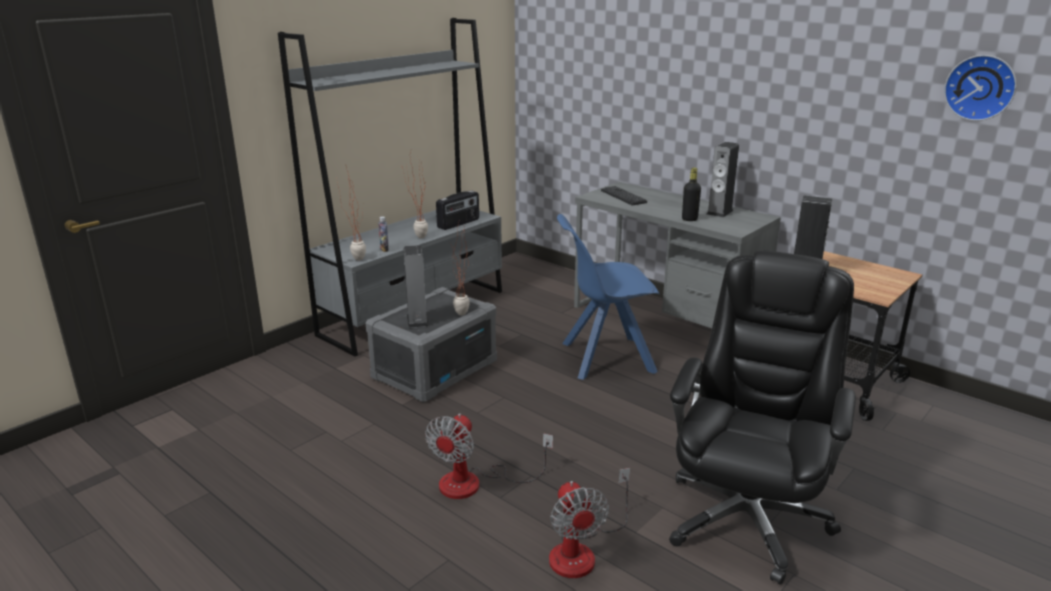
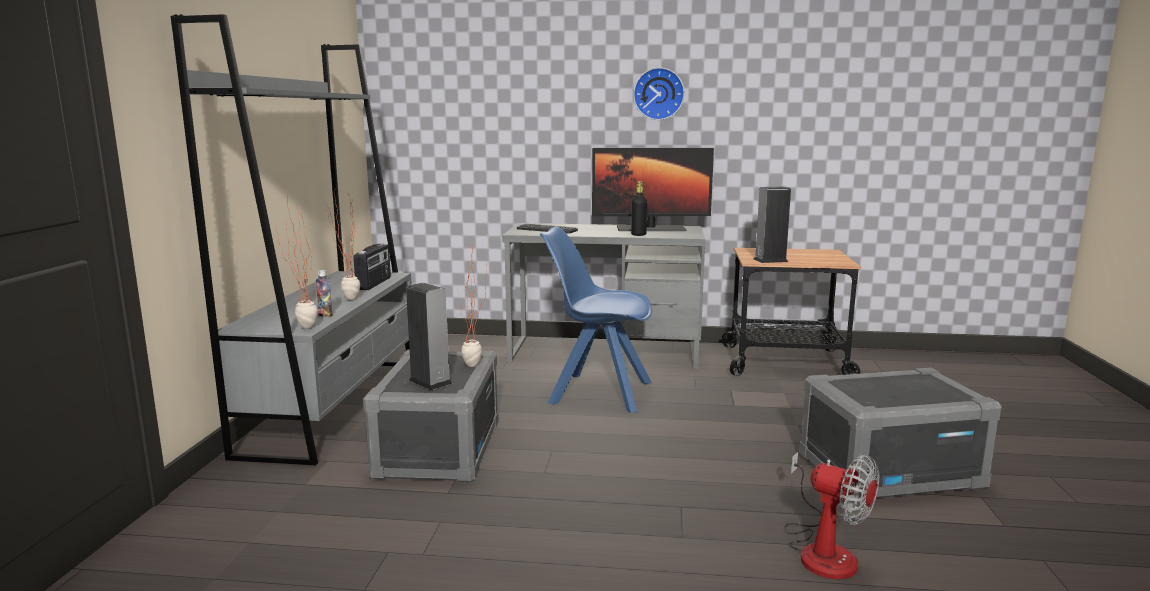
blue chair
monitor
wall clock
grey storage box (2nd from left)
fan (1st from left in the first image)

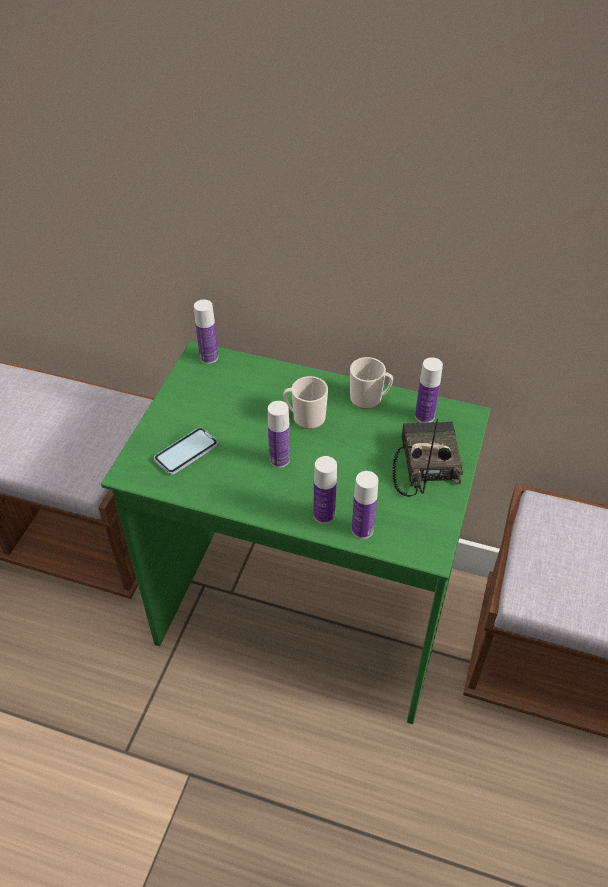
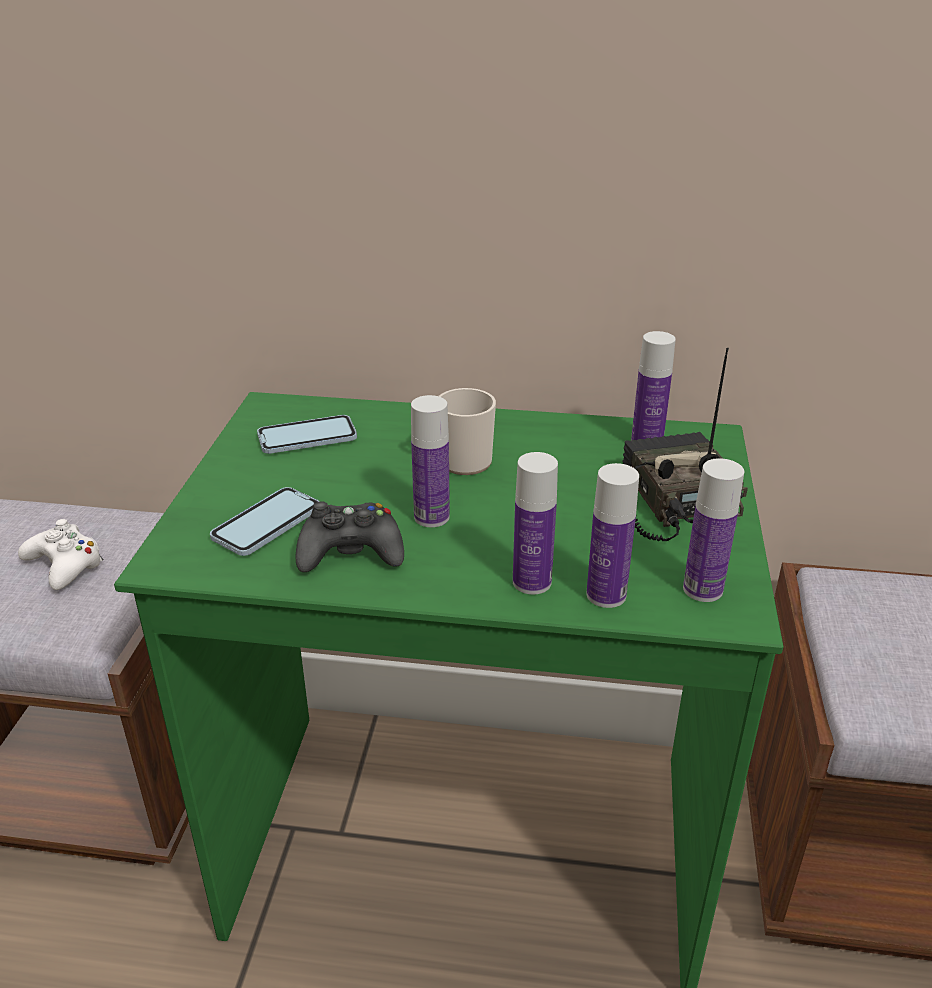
white game controller
phone (2nd from left)
black game controller
bottle (5th from left)
mug (2nd from left in the first image)

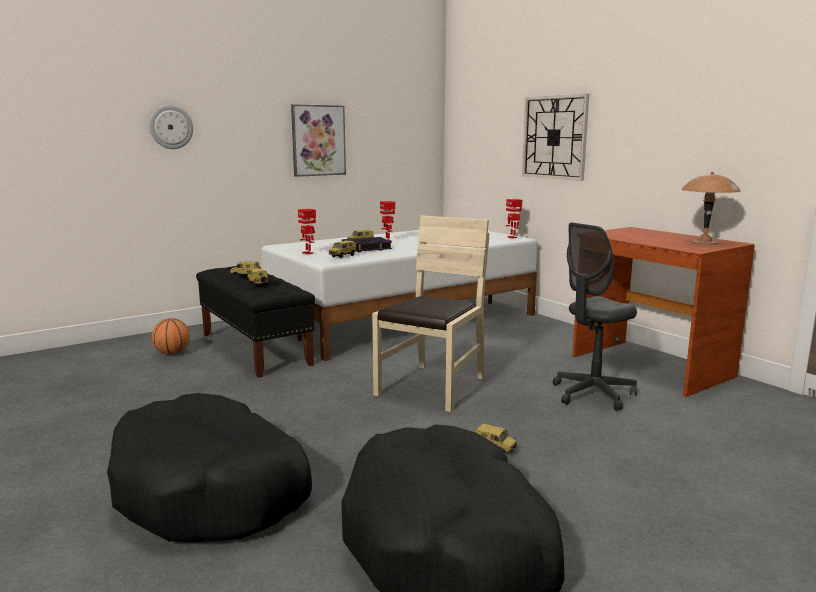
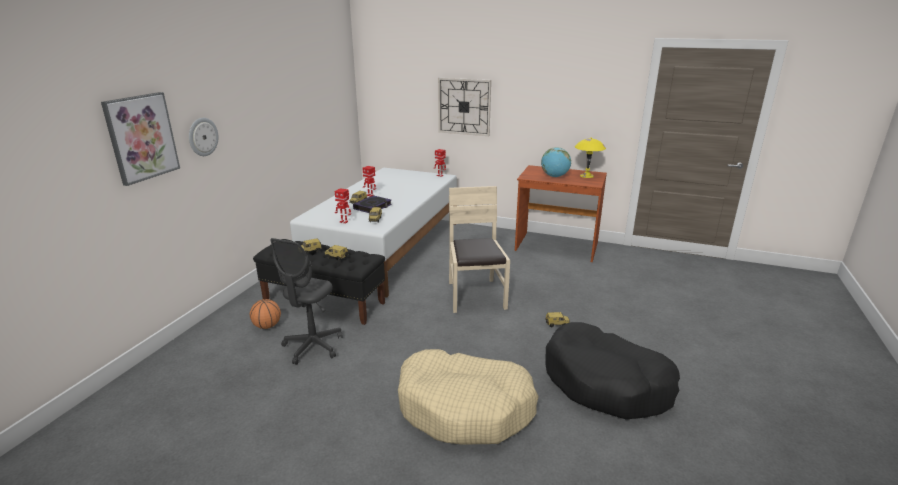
picture
grey office chair
beige dog bed
globe
yellow table lamp

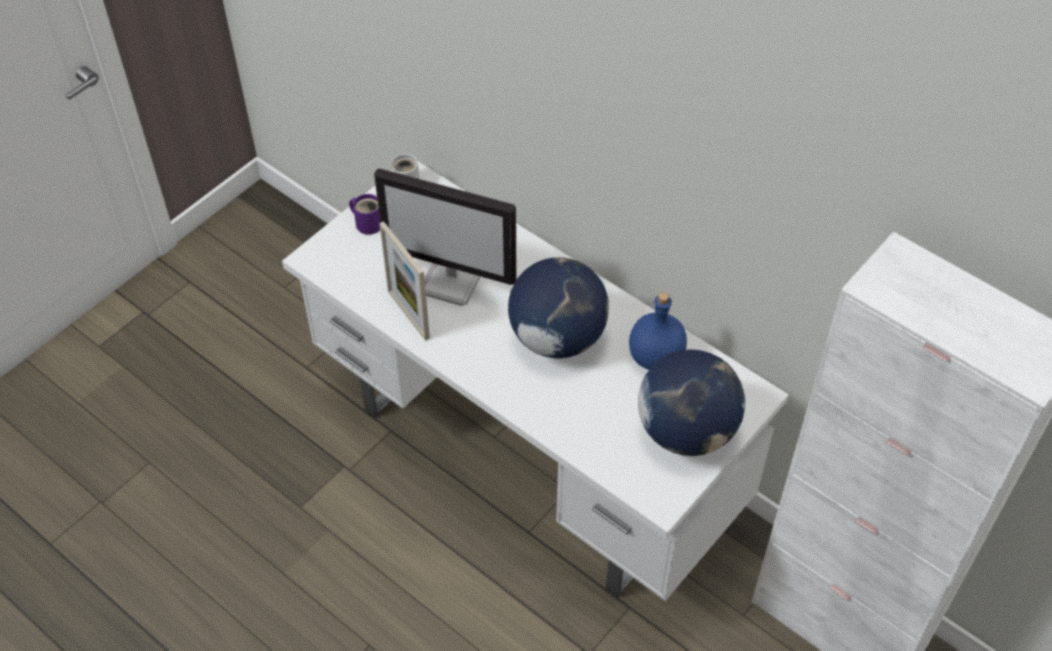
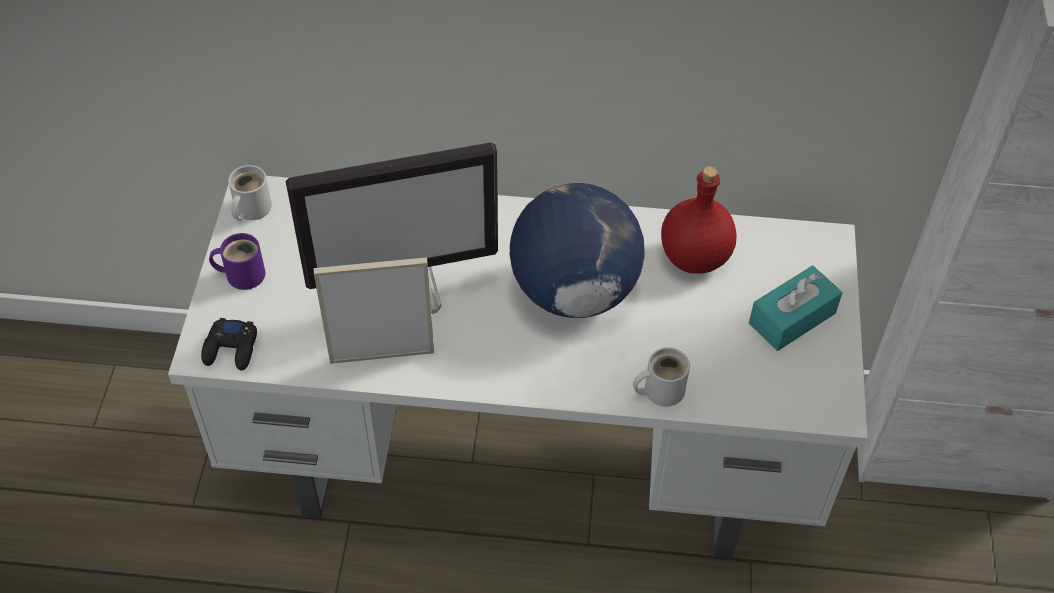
black game controller
picture frame
white mug (2nd from left)
red bottle
turquoise tissue box

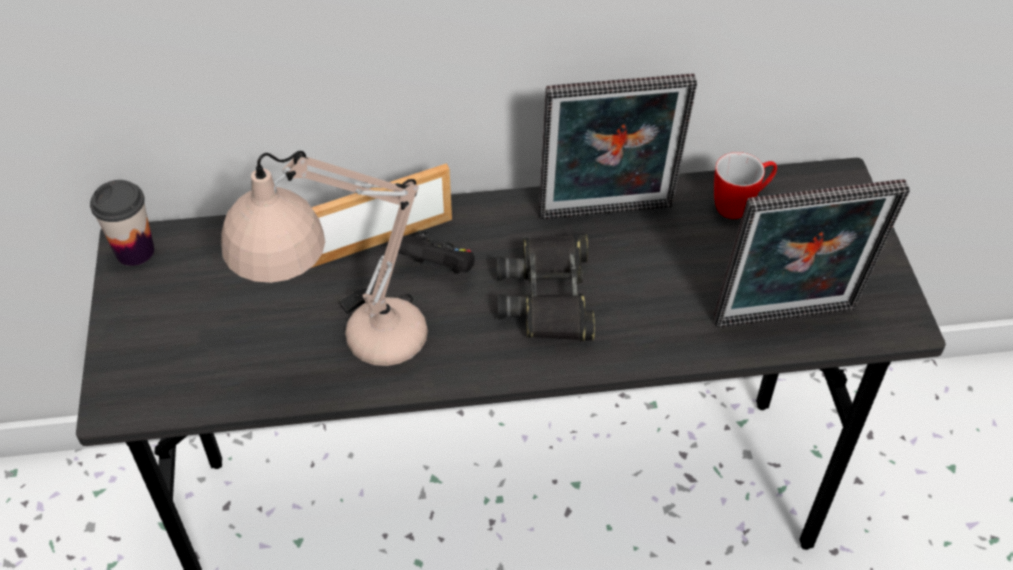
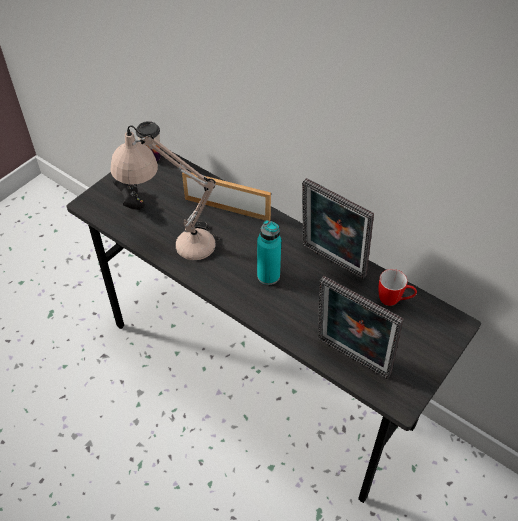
black game controller
turquoise bottle

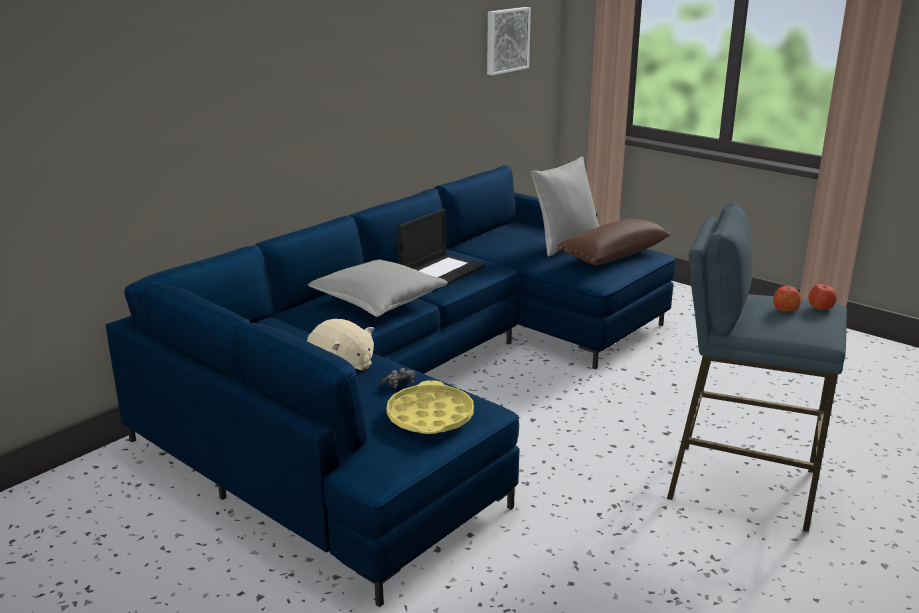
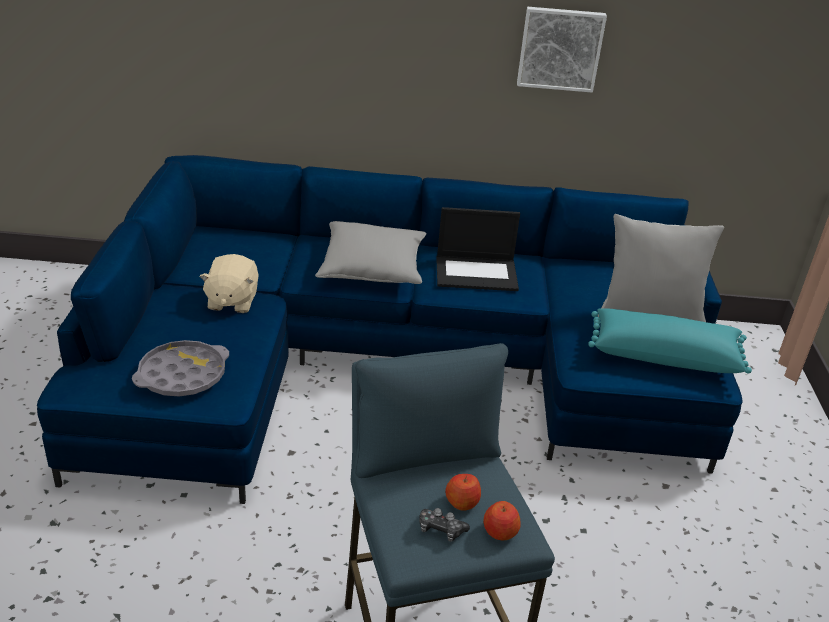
grey tray
game controller
picture
turquoise pillow

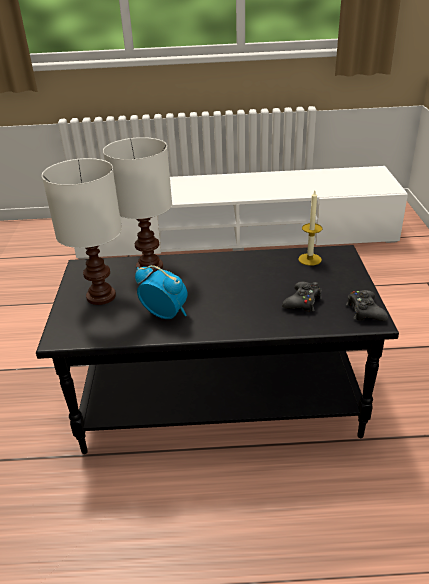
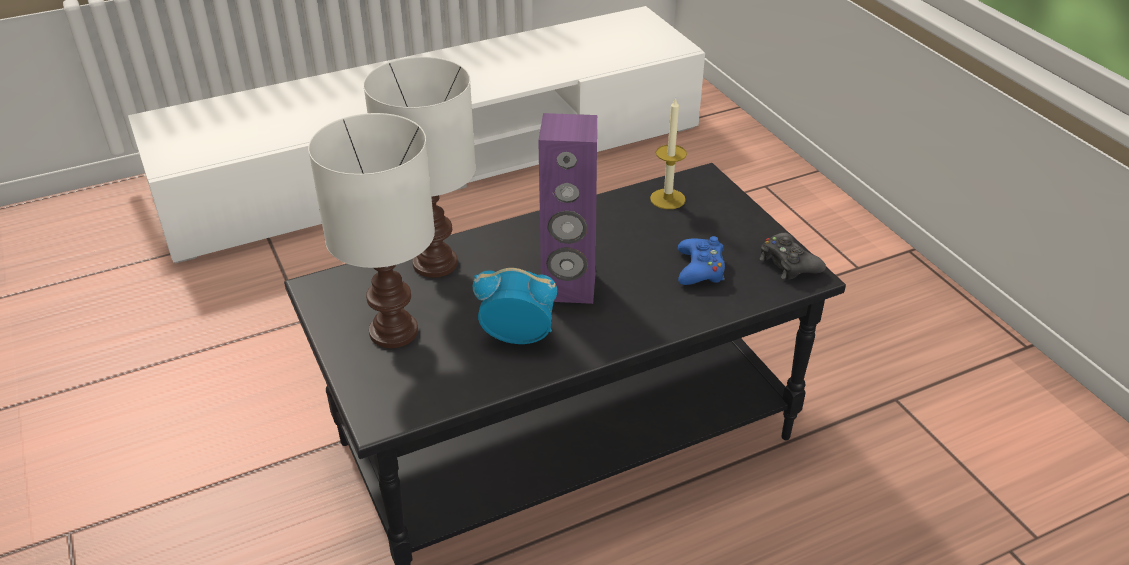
purple speaker
blue game controller

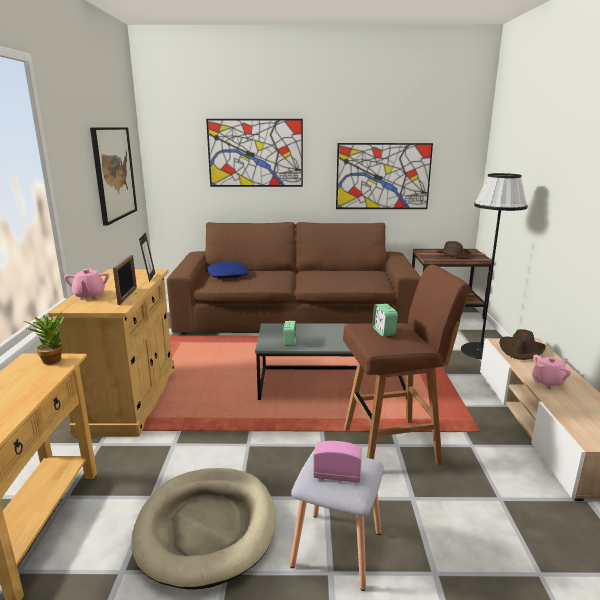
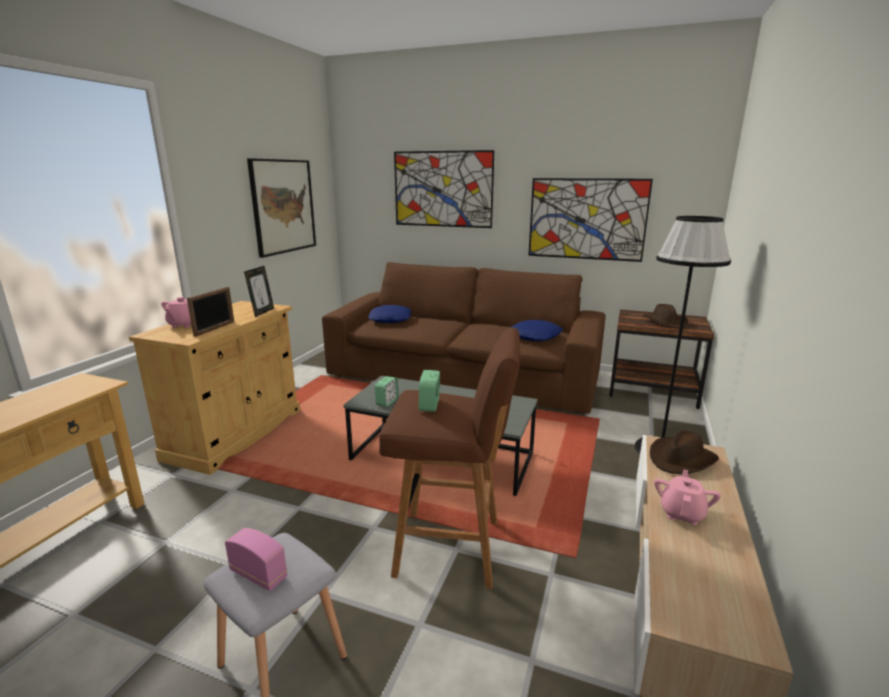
blue pillow (2nd from left)
pink teapot (2nd from left)
potted plant
beige dog bed

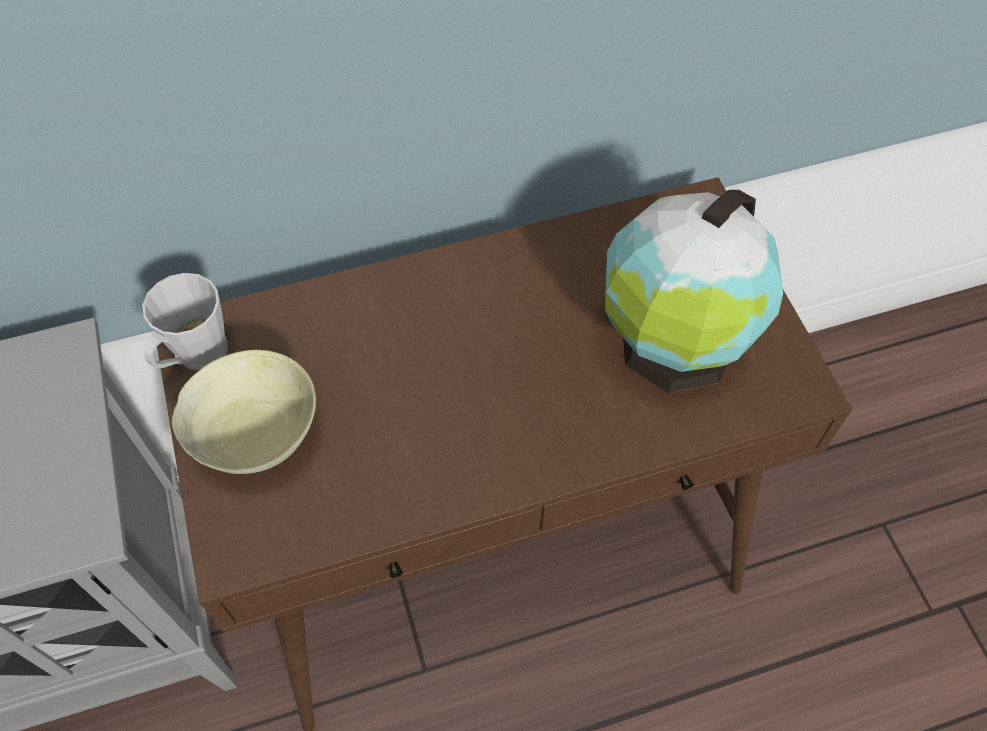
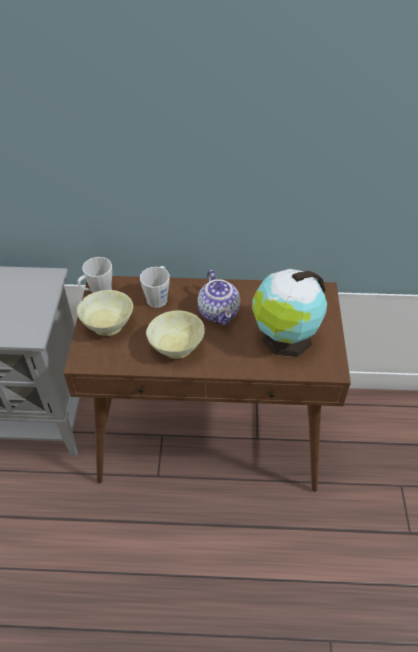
grey mug (2nd from left)
beige bowl (2nd from left)
teapot

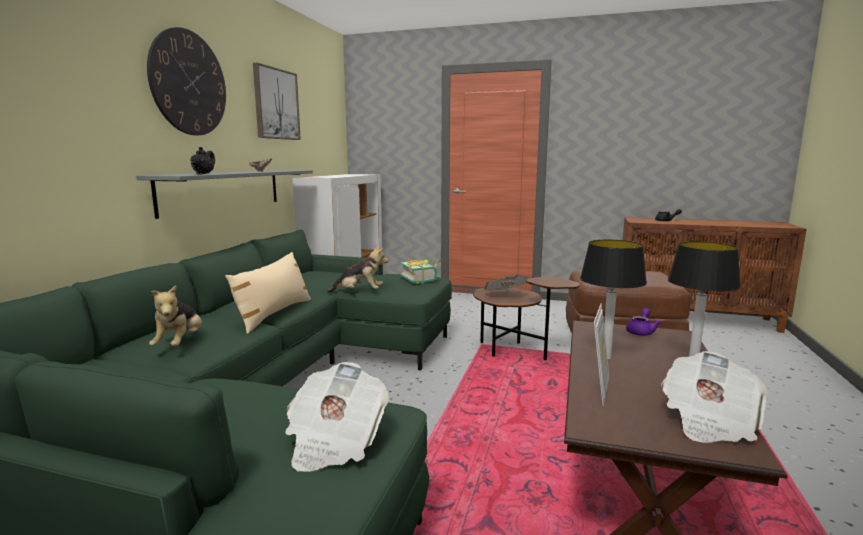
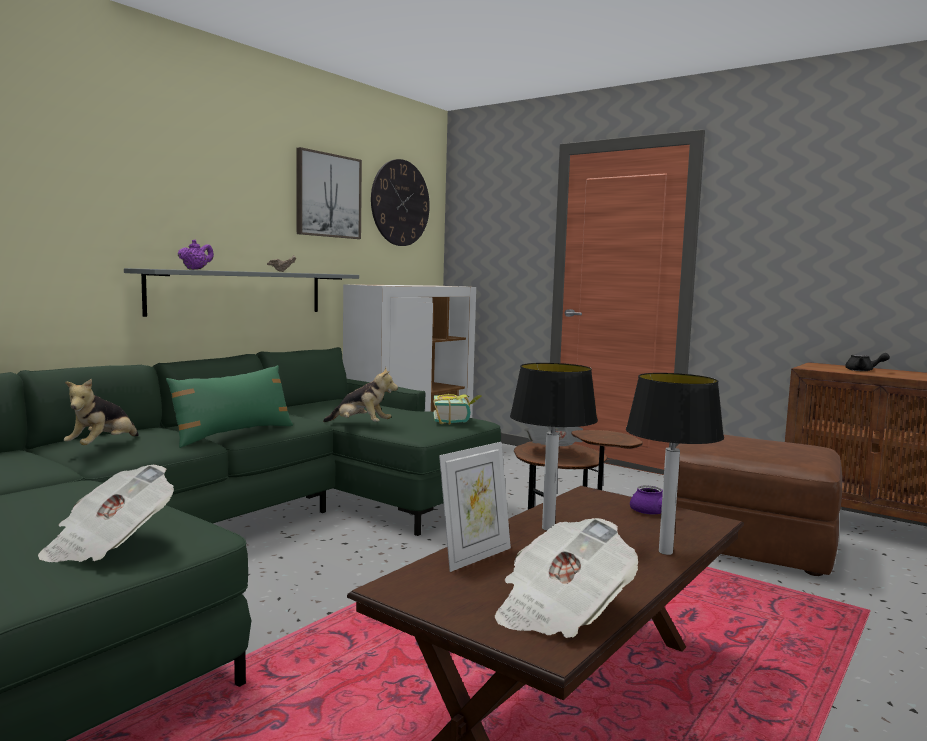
green pillow
purple teapot (1st from left)
wall clock

